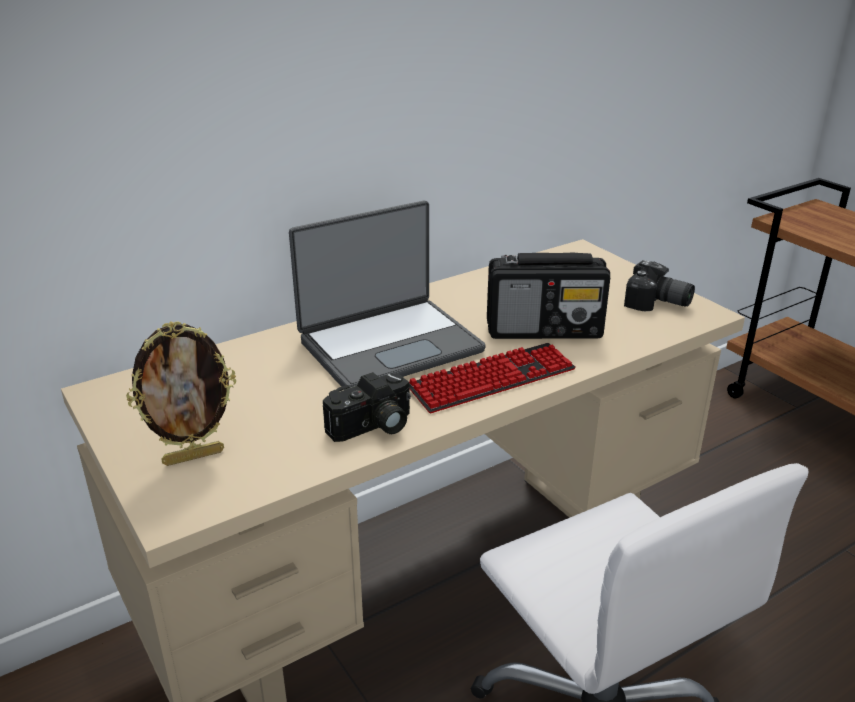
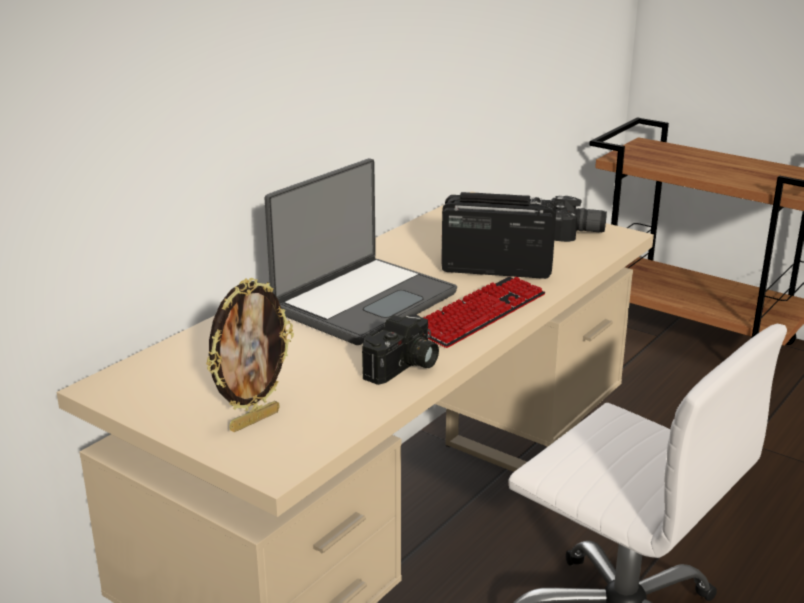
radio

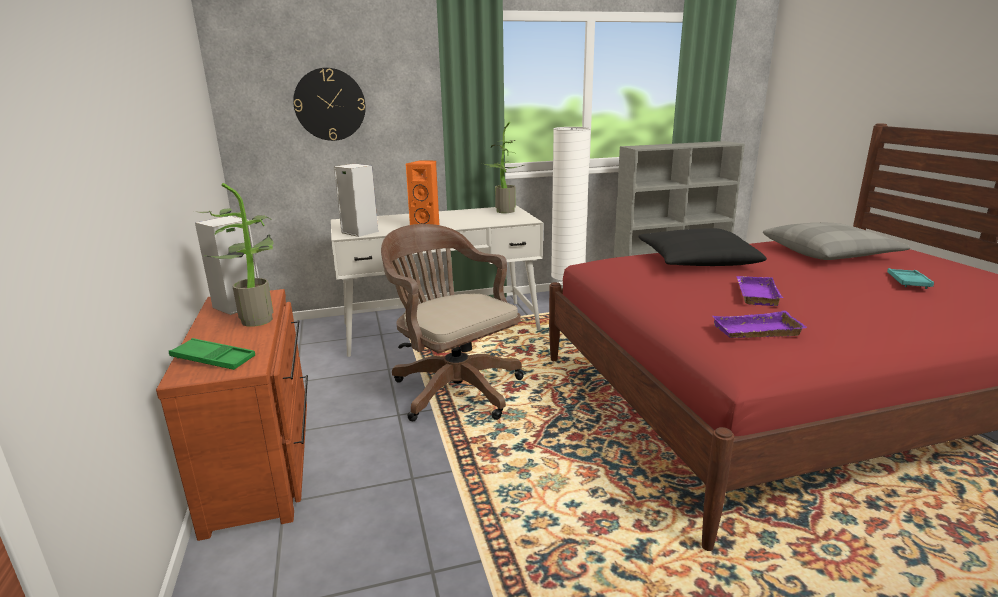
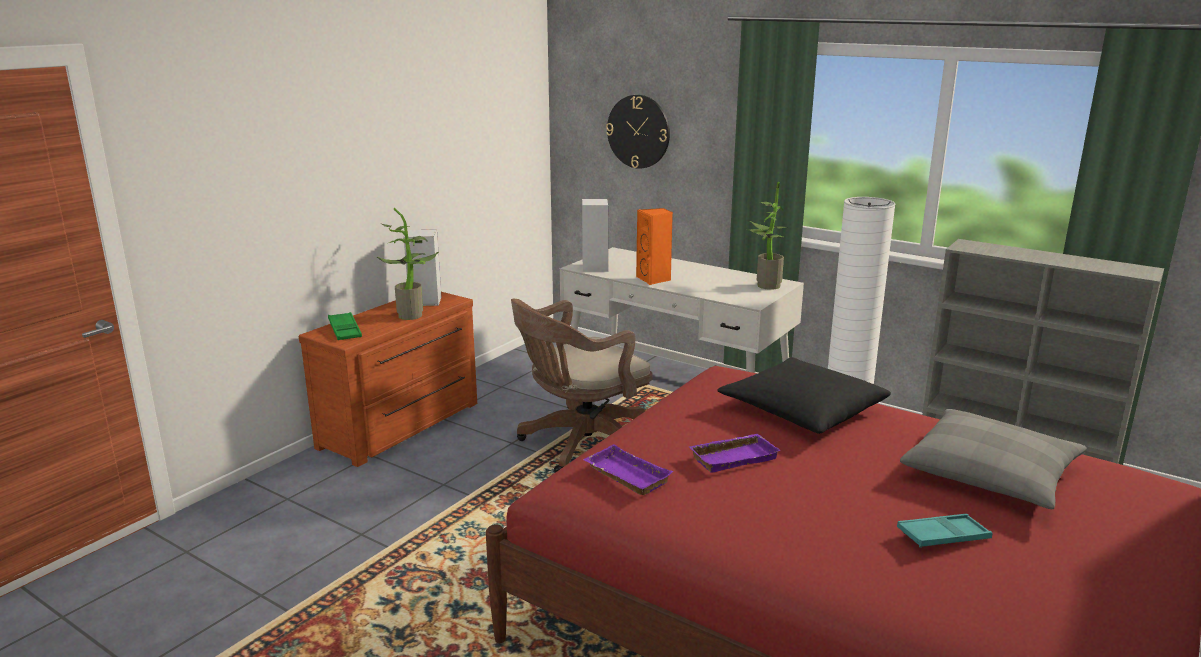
brown office chair

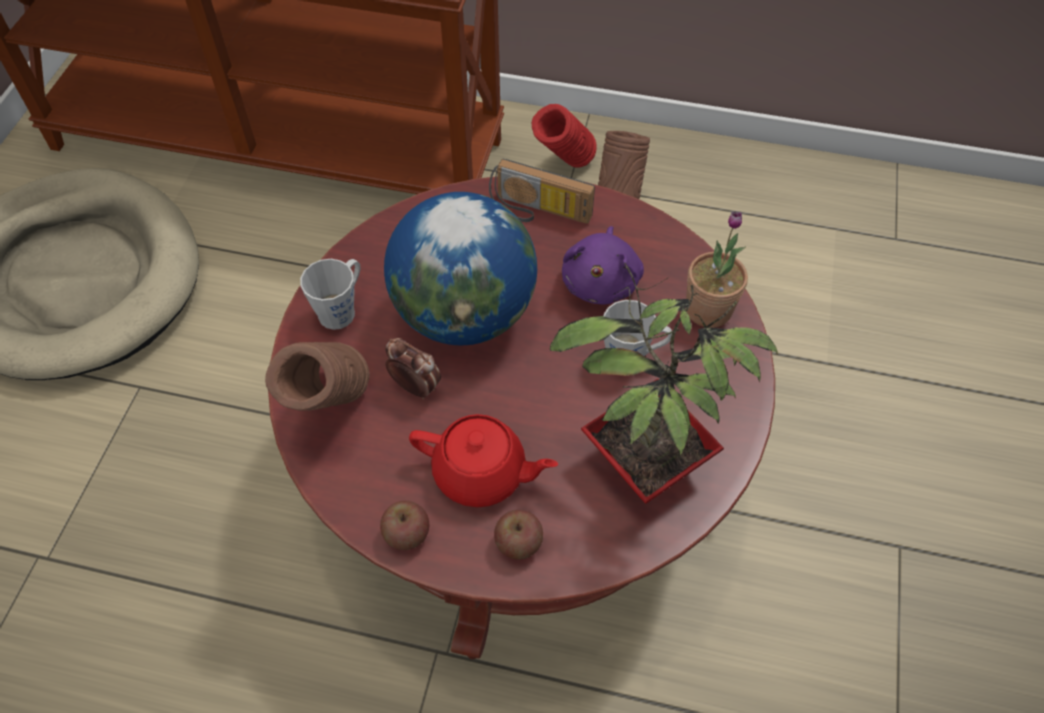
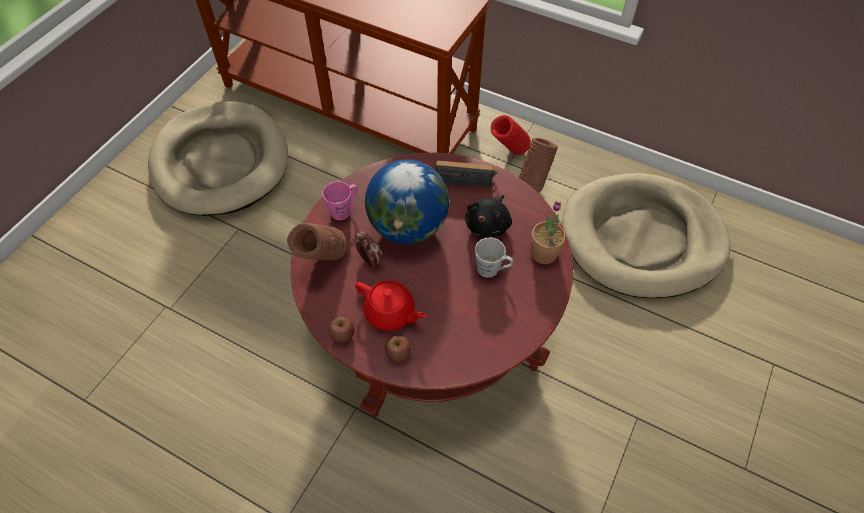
pink mug
radio
black plush toy
beige dog bed (2nd from left)
potted plant (1st from left in the first image)

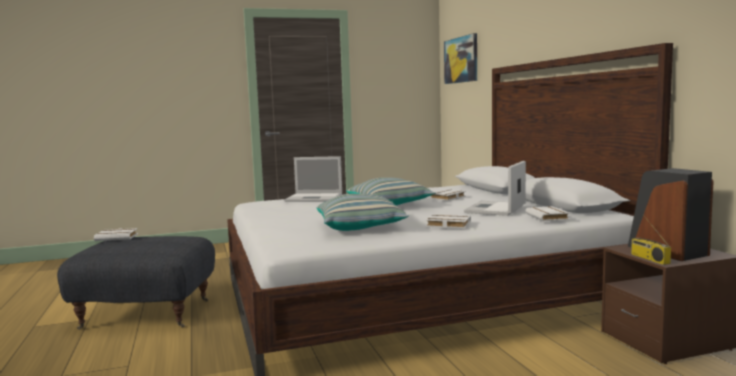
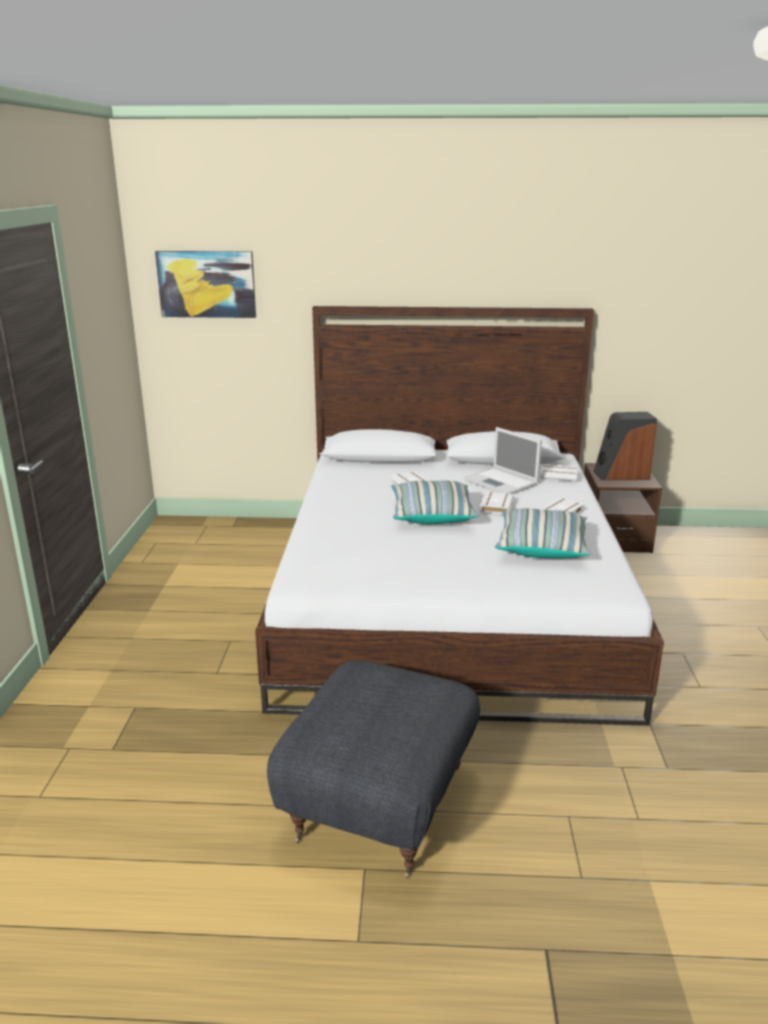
white book (2nd from left)
laptop (1st from left in the first image)
radio

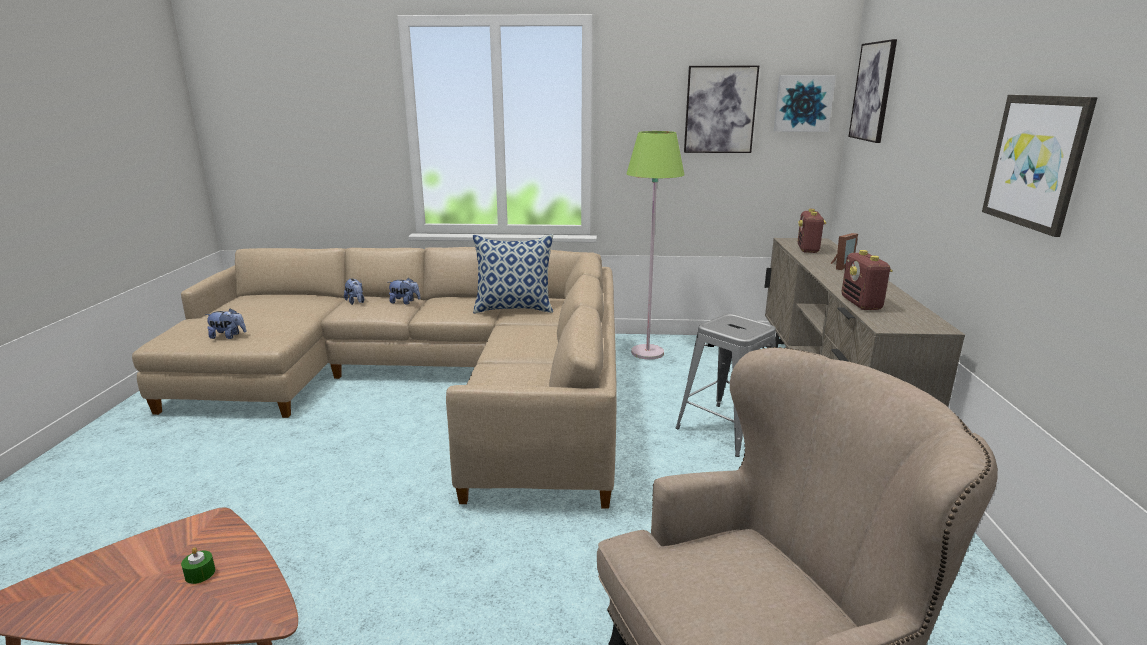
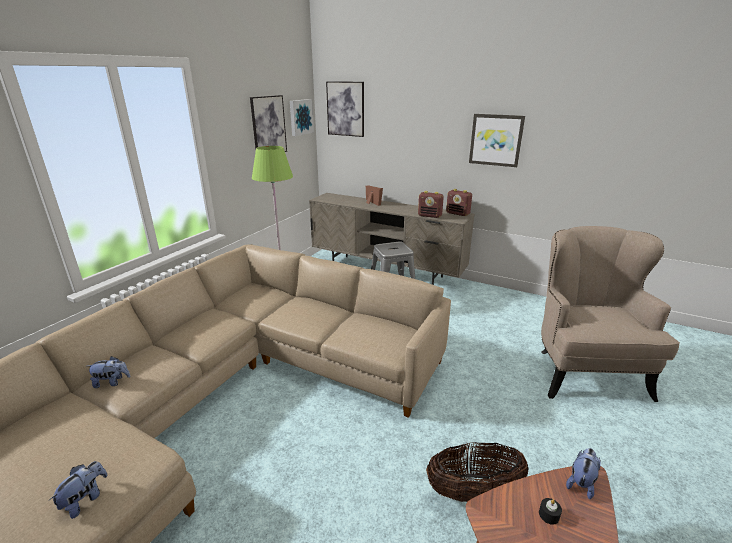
basket
radio (2nd from left)
black candle
plush toy (3rd from left)
pillow

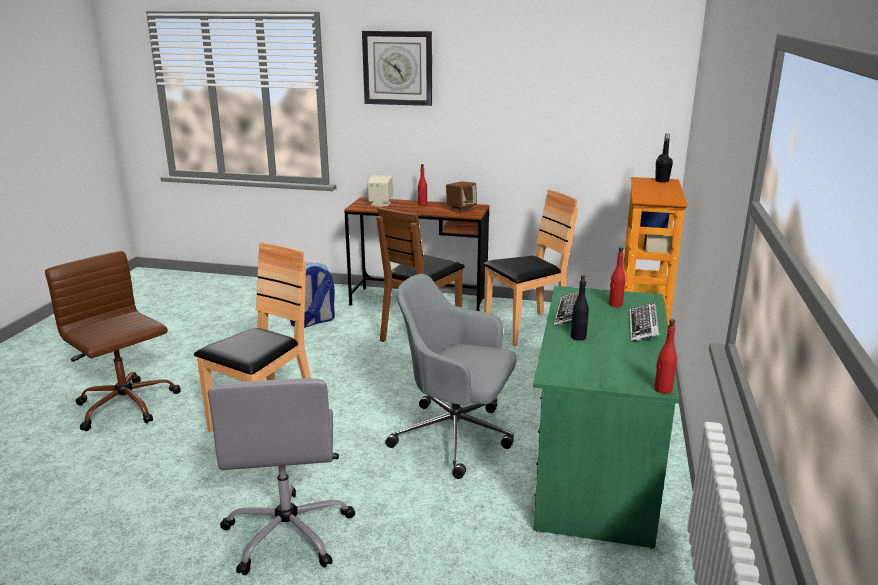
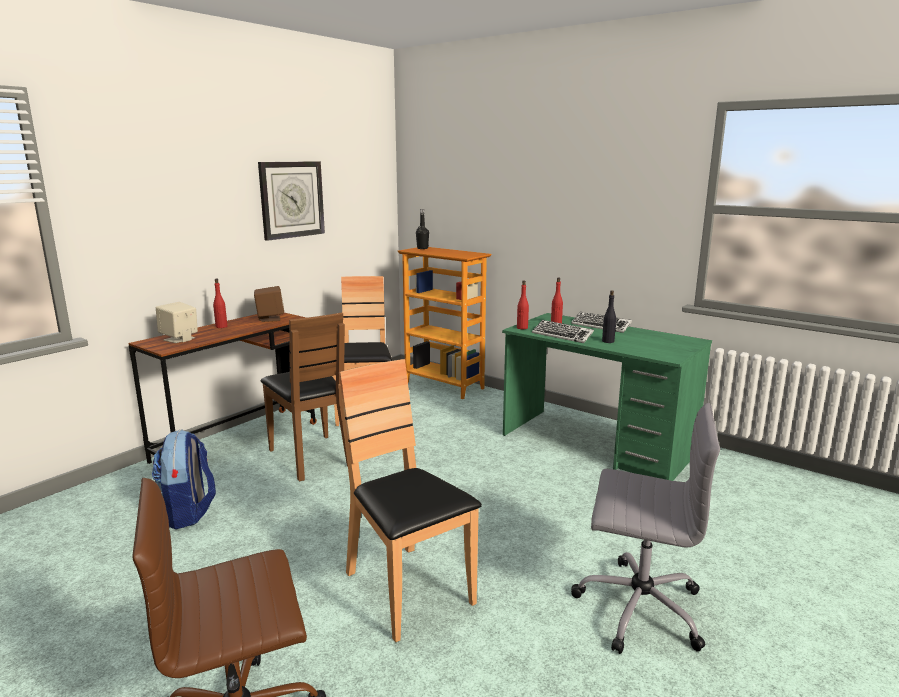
wall clock
red bottle (2nd from left)
grey office chair (2nd from left in the first image)

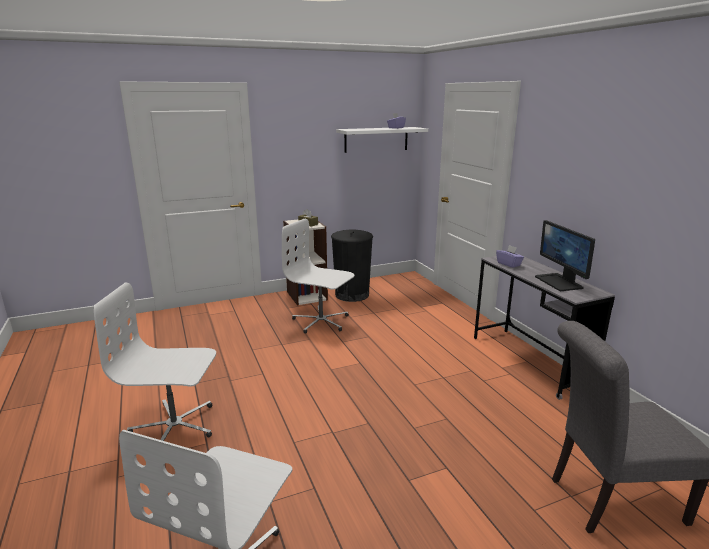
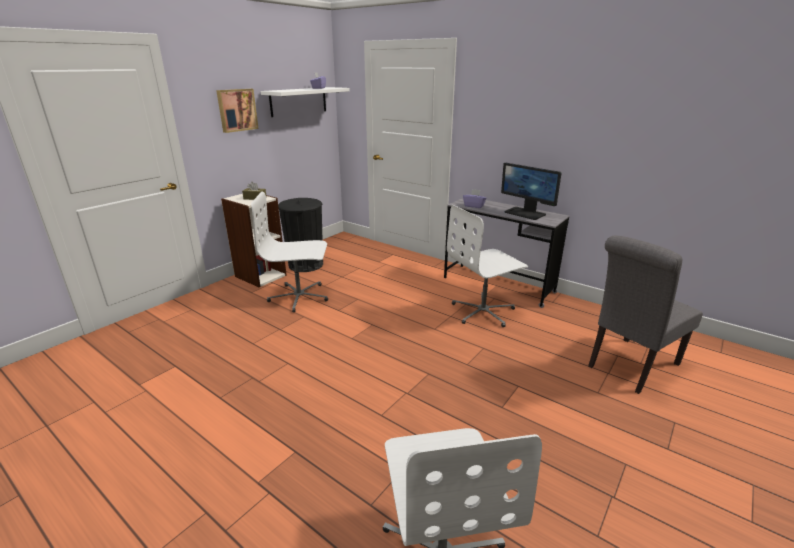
picture
white office chair (3rd from left)

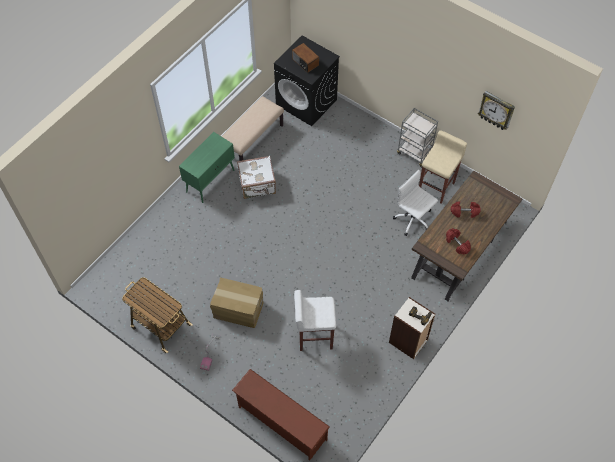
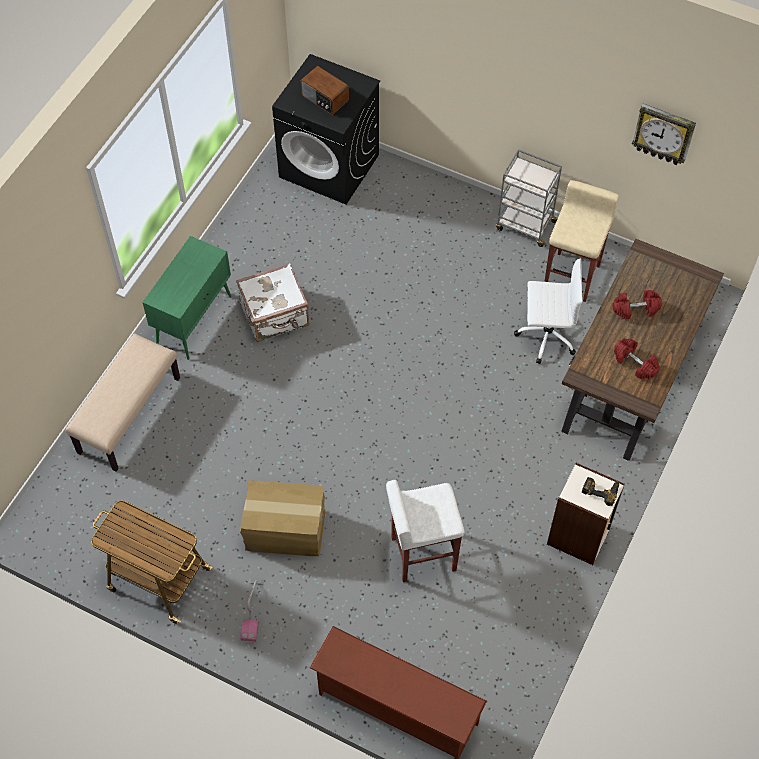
beige bench
white office chair

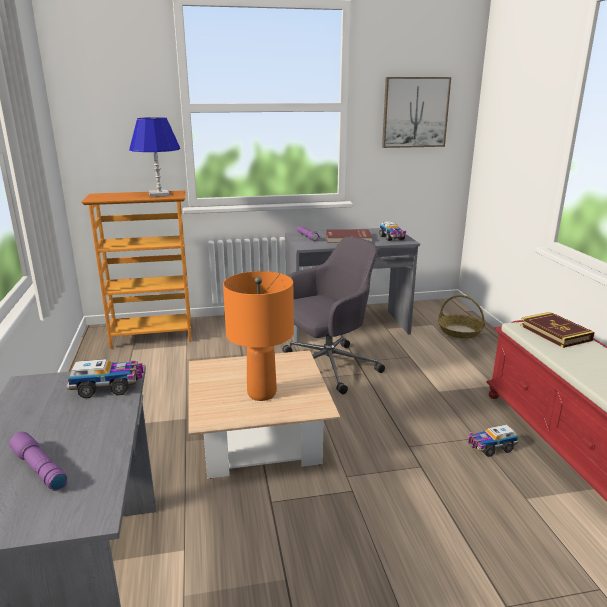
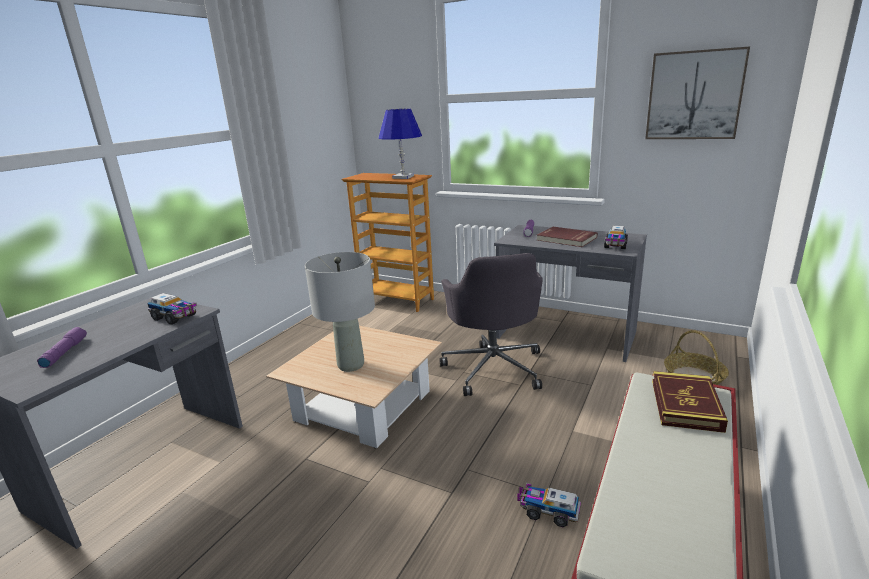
grey table lamp
grey office chair

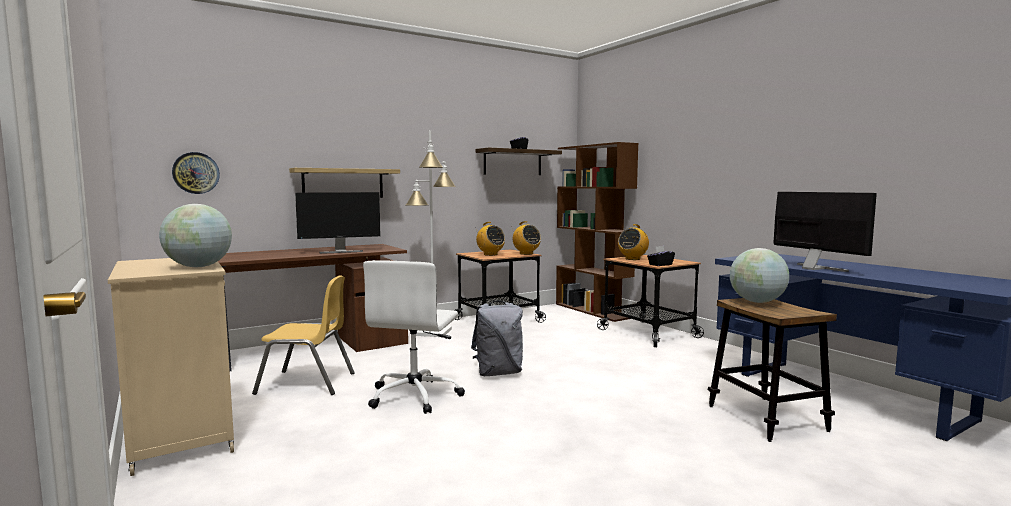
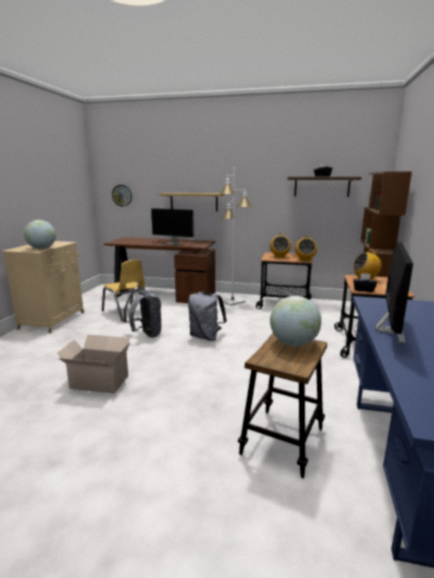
cardboard box
grey backpack (1st from left)

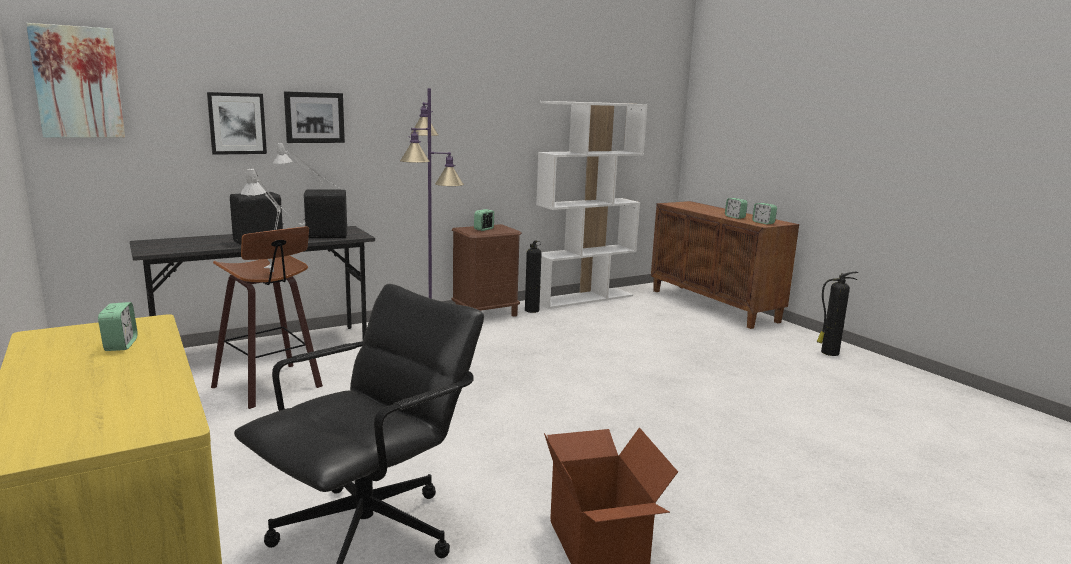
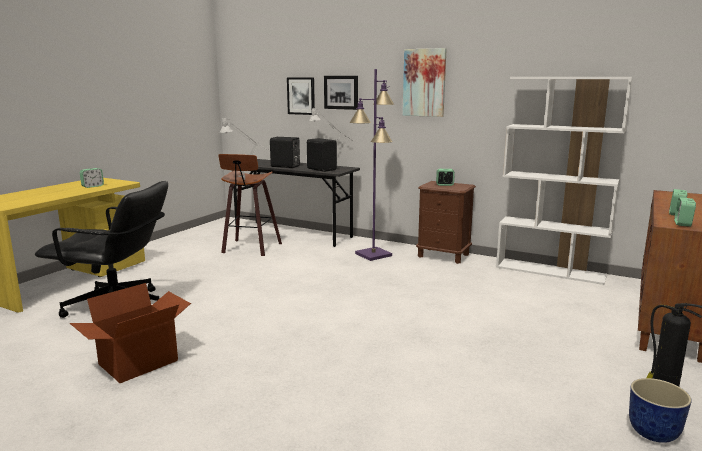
picture (3rd from left)
planter
fire extinguisher (1st from left in the first image)

